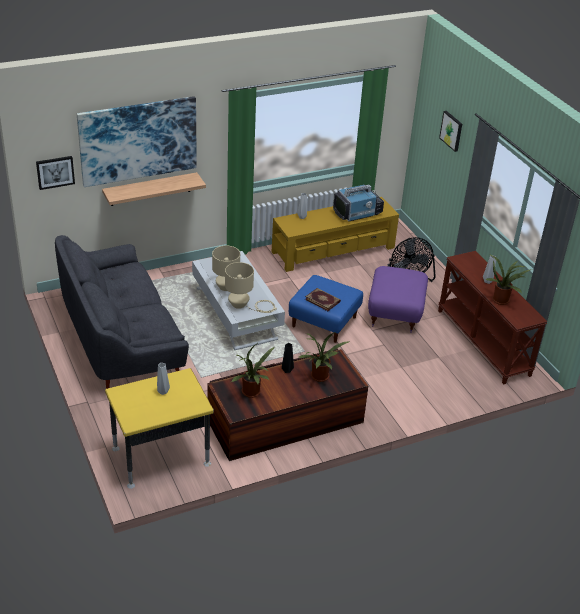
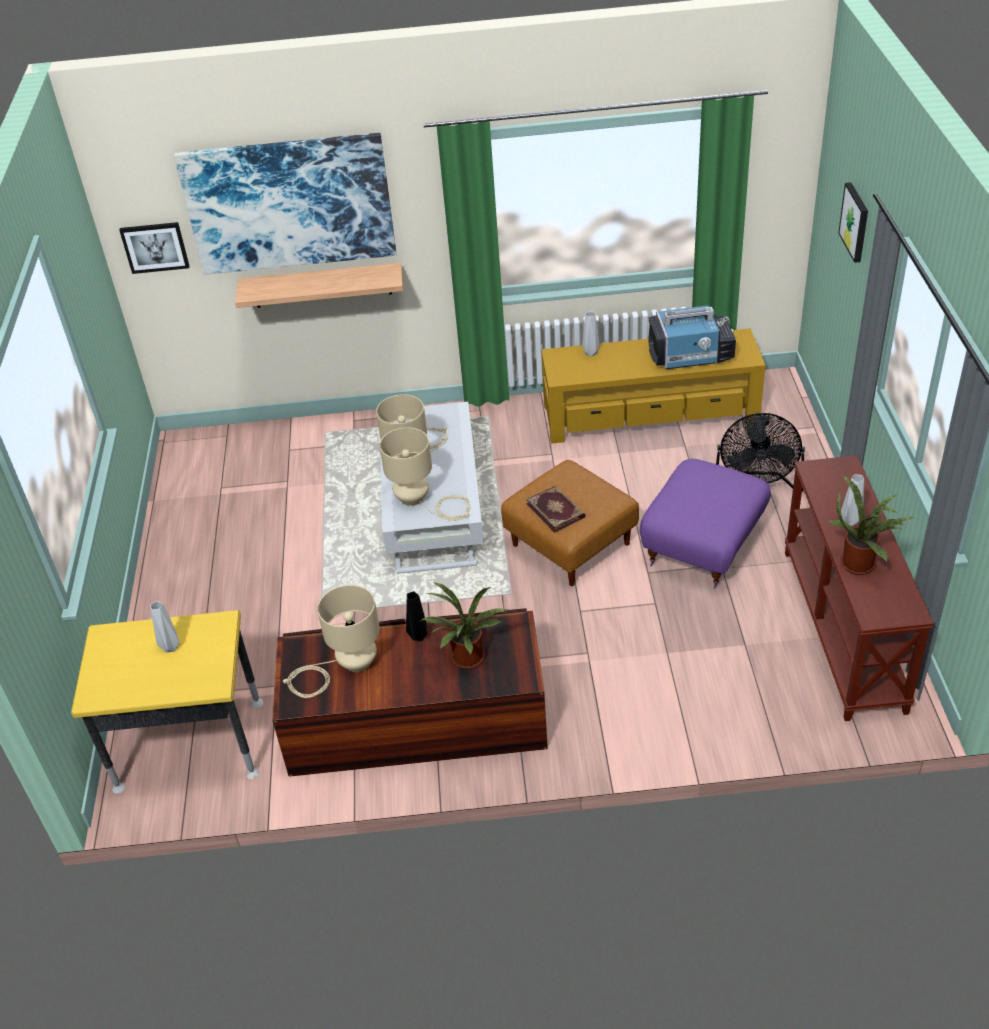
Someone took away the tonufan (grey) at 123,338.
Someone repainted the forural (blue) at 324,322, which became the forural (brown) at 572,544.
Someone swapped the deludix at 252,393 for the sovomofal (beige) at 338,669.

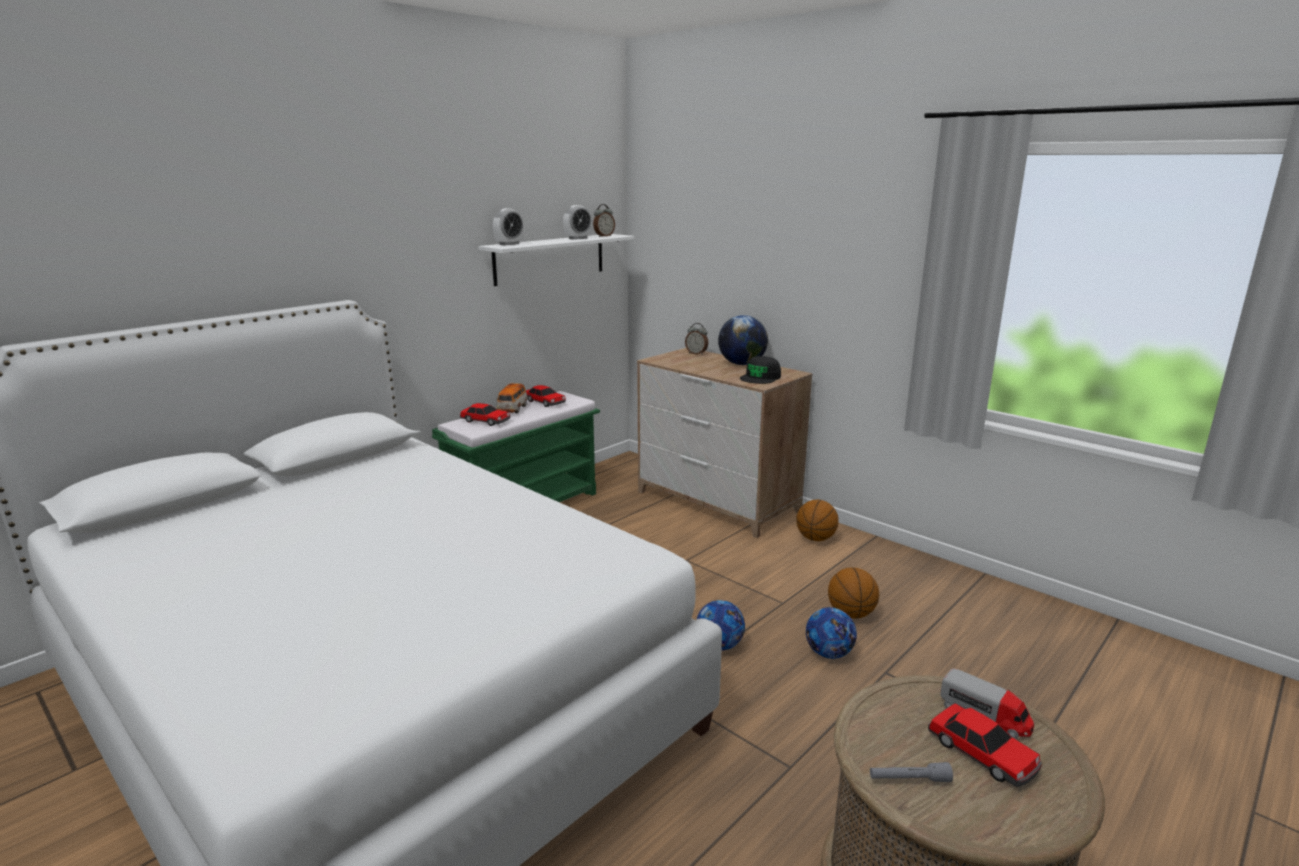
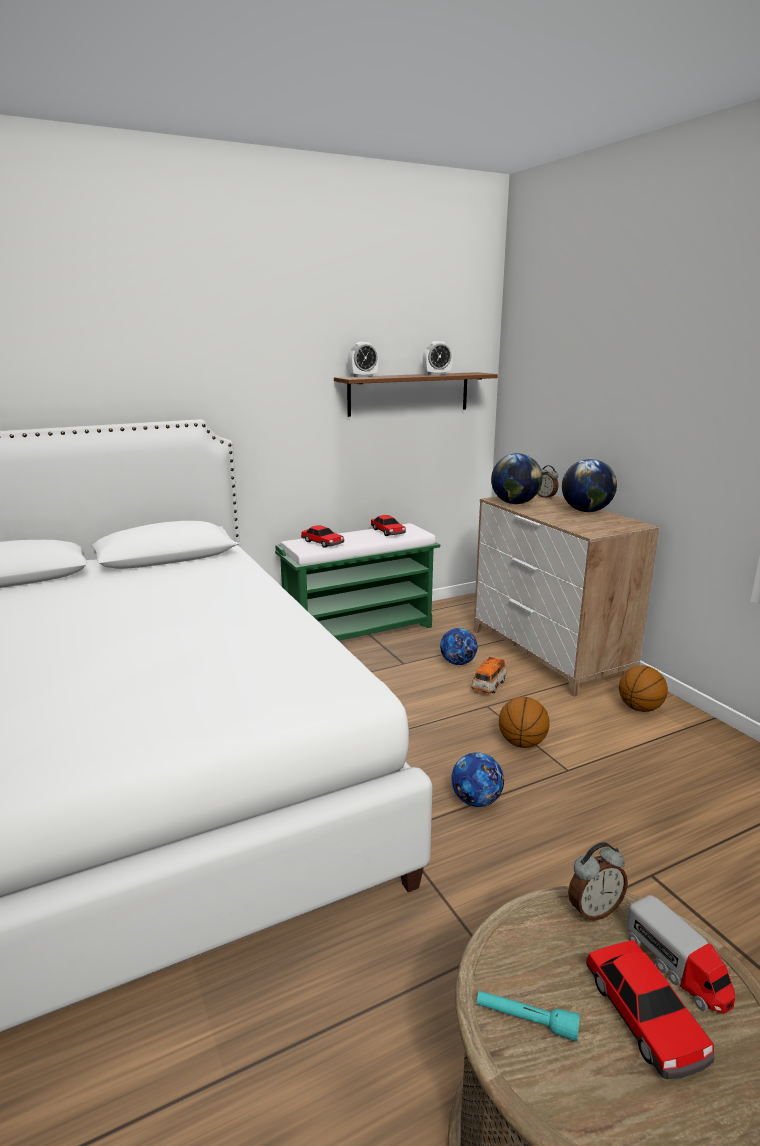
Someone carried the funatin from 604,236 to 593,910.
Someone repainted the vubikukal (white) at 550,258, which became the vubikukal (brown) at 409,393.
Someone took away the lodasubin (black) at 760,377.
Someone carried the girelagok from 512,409 to 488,686.
Someone carried the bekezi from 851,614 to 522,743.
Someone carried the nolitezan from 829,653 to 458,663.
Someone repainted the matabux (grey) at 909,780, which became the matabux (turquoise) at 526,1020.
Someone put down the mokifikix at 514,503.

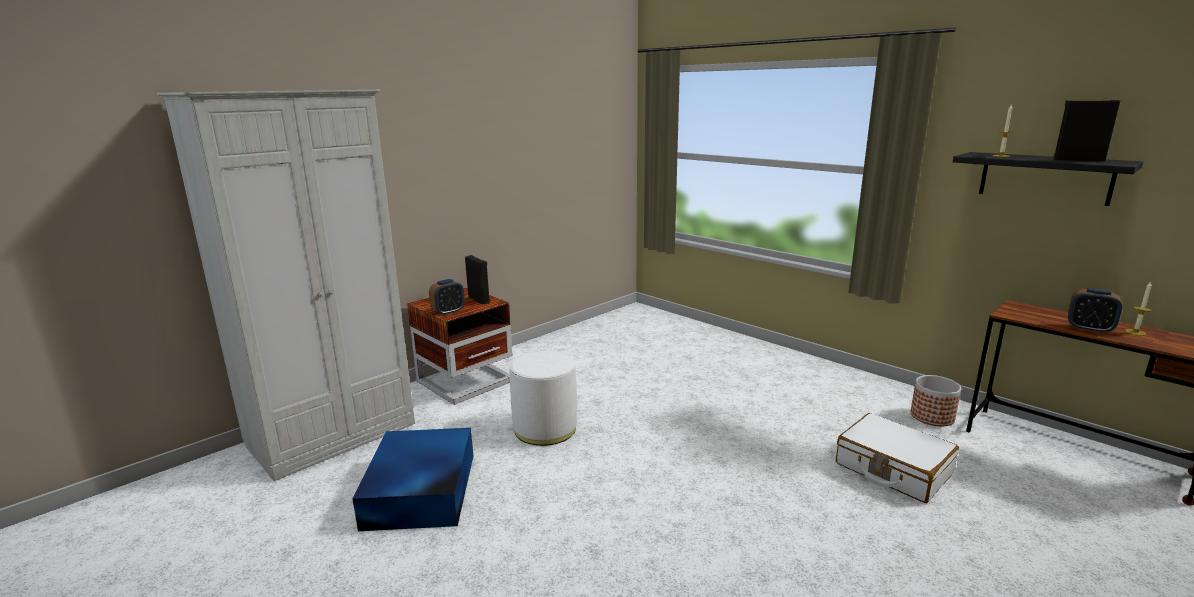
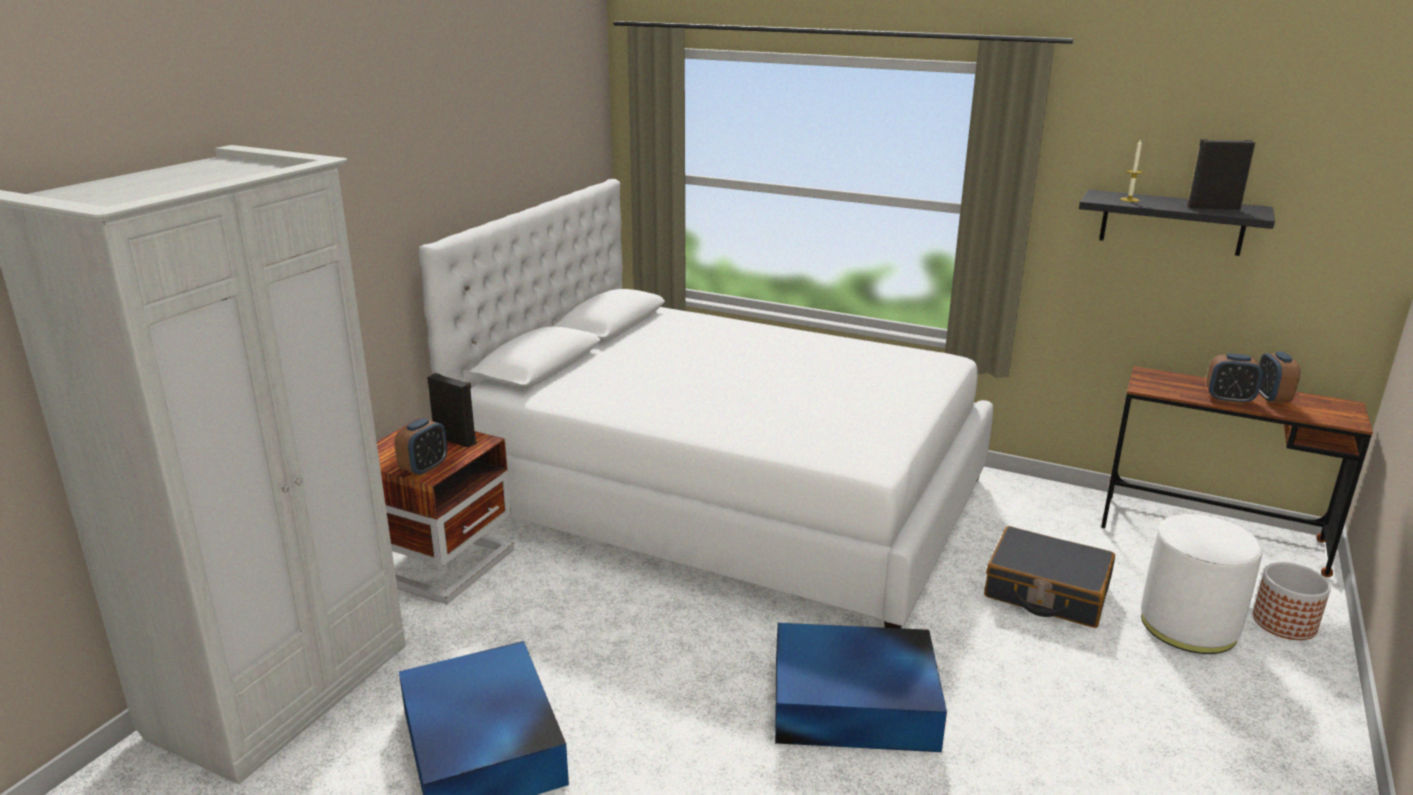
Someone swapped the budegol at 1135,332 for the funatin at 1271,398.
Someone carried the forural (white) from 545,428 to 1188,626.
Someone carried the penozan from 932,416 to 1284,623.
Someone repainted the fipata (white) at 892,469, which became the fipata (black) at 1046,592.
Someone put down the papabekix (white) at 724,496.
Someone put down the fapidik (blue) at 856,704.

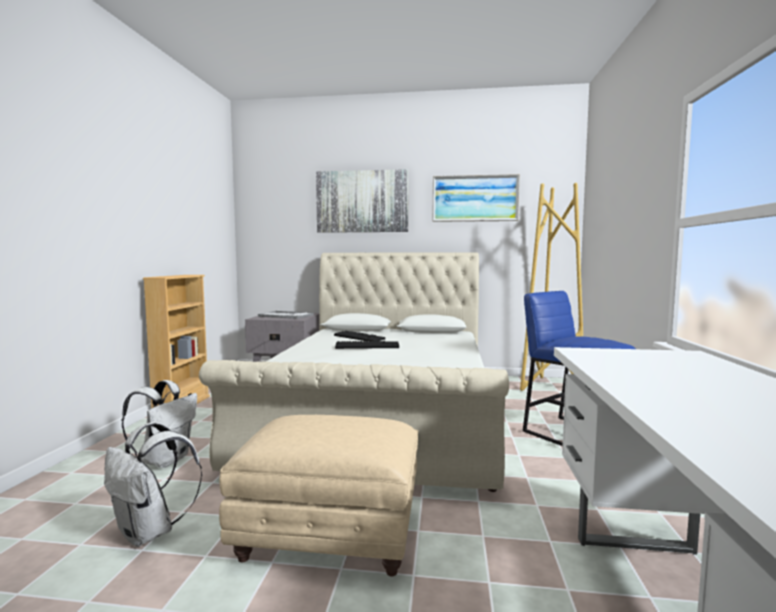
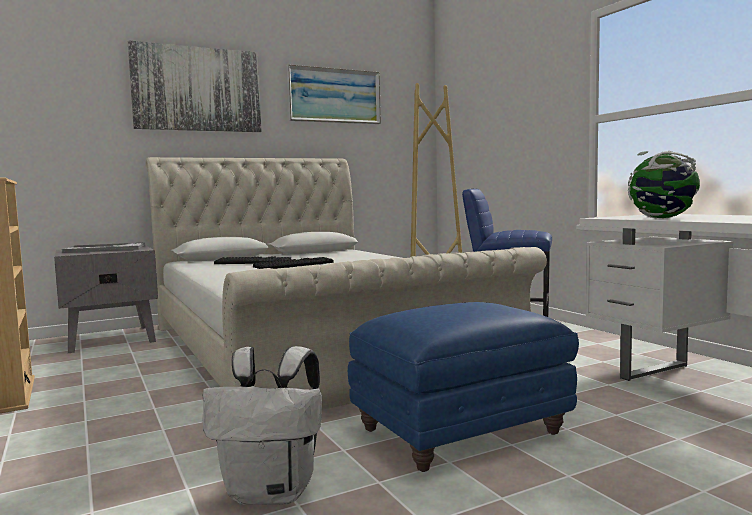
Someone took away the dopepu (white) at 165,460.
Someone repainted the forural (beige) at 331,535, which became the forural (blue) at 461,431.
Someone put down the mokifikix at 663,218.

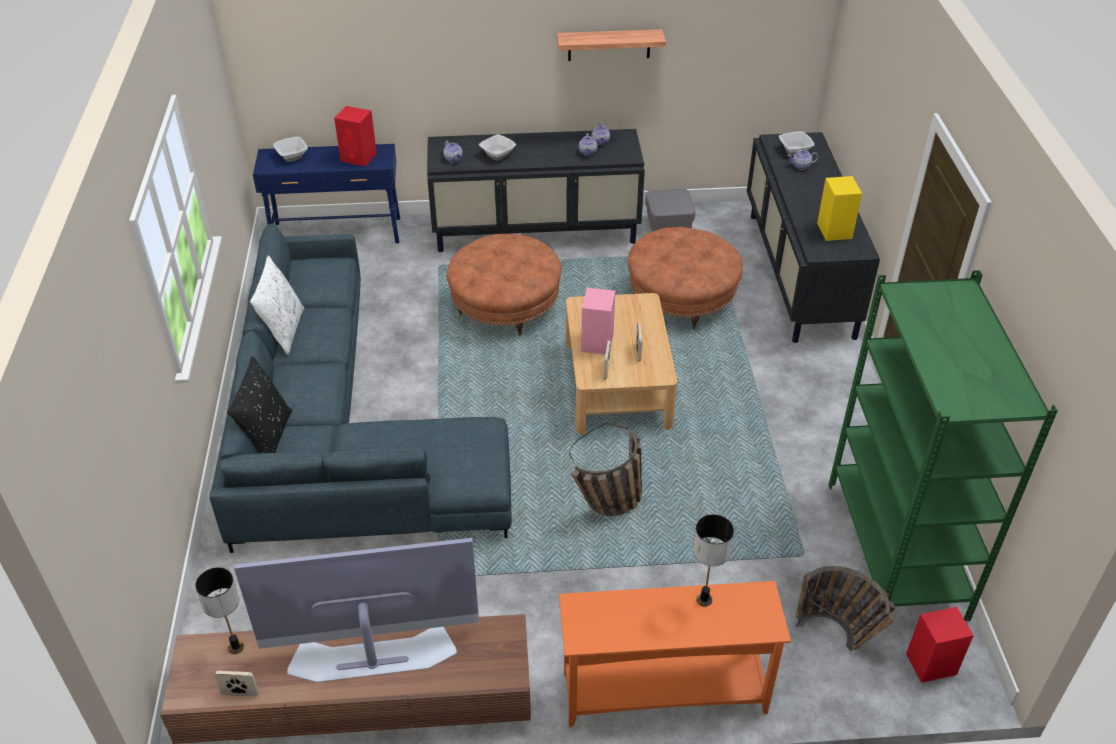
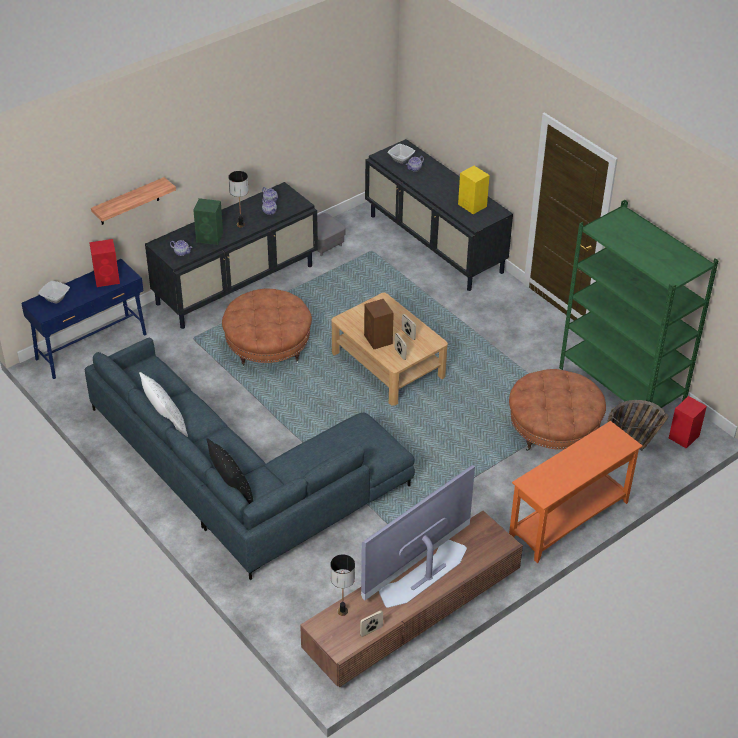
Someone carried the vubikukal from 609,45 to 129,202.
Someone swapped the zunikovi at 498,155 for the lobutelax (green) at 210,237.
Someone carried the forural (brown) from 681,299 to 553,430.
Someone repainted the lobutelax (pink) at 597,343, which became the lobutelax (brown) at 378,340.
Someone took away the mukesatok at 608,507.
Someone carried the sovomofal from 704,600 to 241,225.

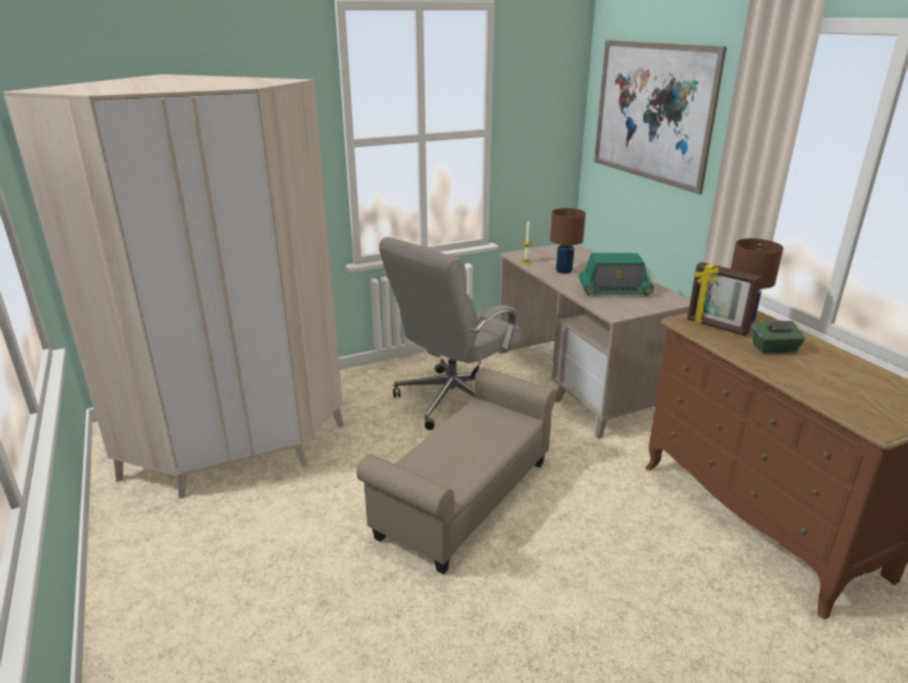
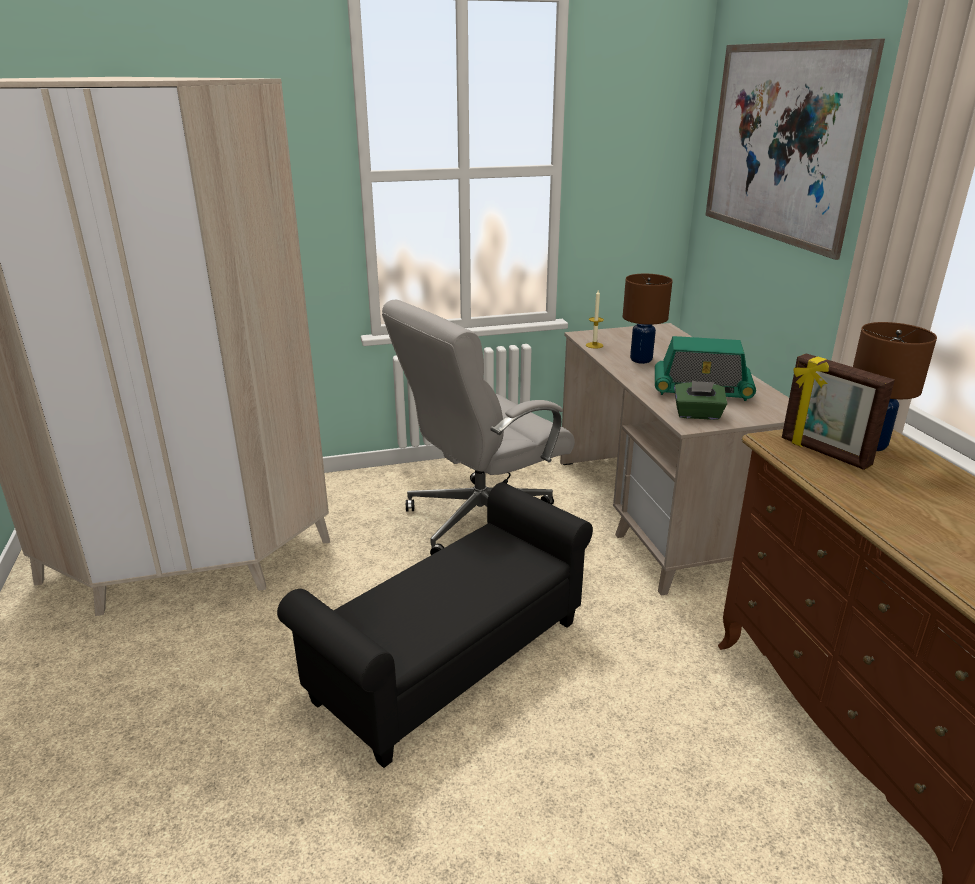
Someone carried the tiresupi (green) from 774,349 to 697,415.
Someone repainted the forural (beige) at 465,499, which became the forural (black) at 450,660.

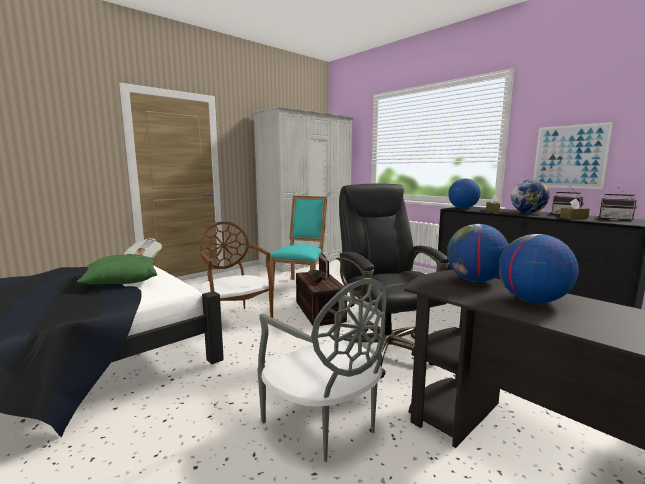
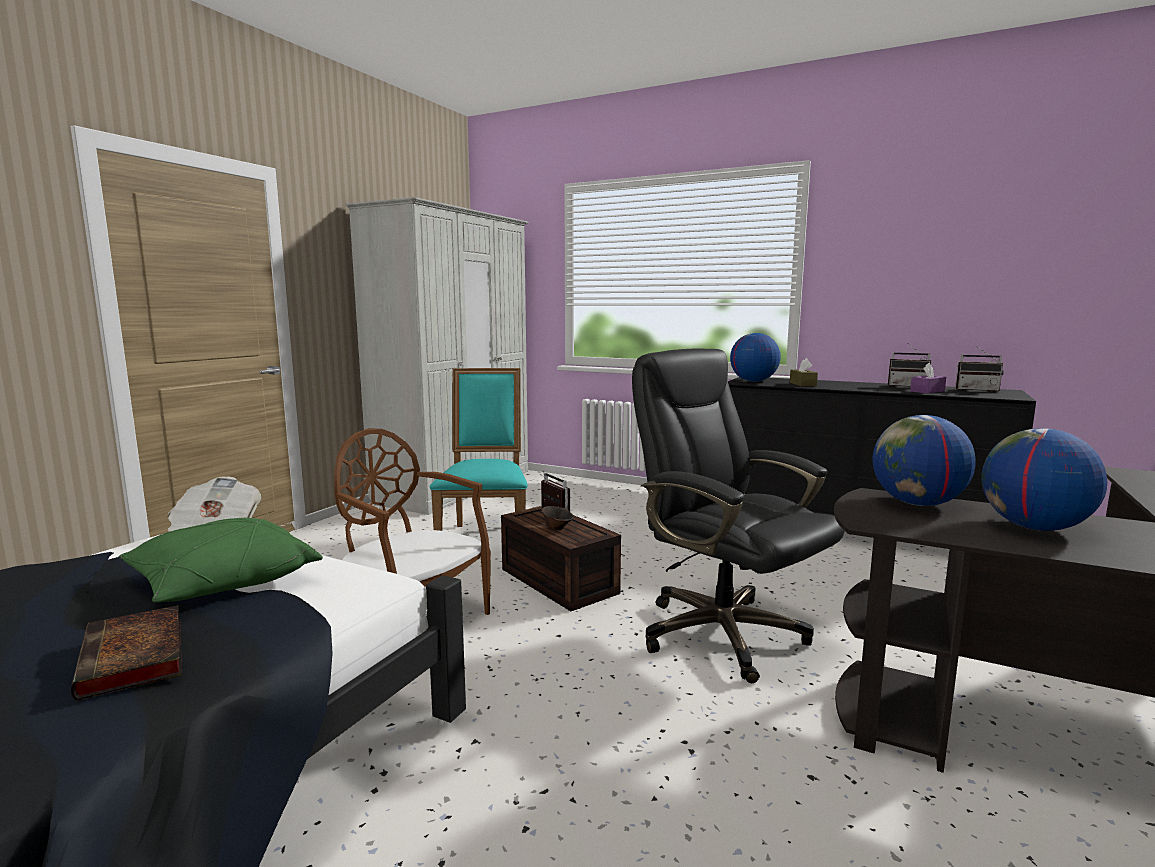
Someone took away the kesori at 569,157.
Someone took away the mokifikix at 527,212.
Someone repainted the tiresupi (brown) at 573,218, which became the tiresupi (purple) at 927,391.
Someone took away the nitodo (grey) at 325,423.
Someone put down the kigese at 135,659.

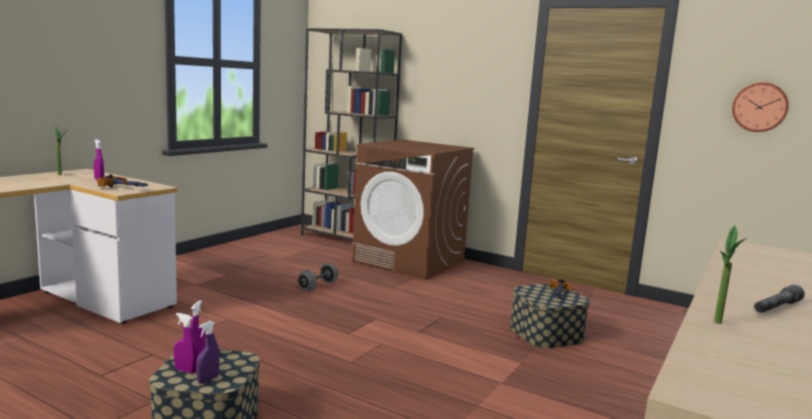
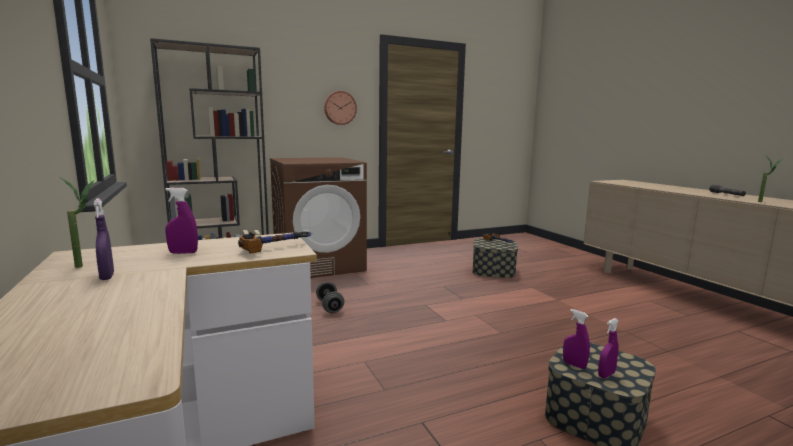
Someone carried the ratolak from 759,107 to 339,108.
Someone carried the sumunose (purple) from 208,380 to 107,276.

